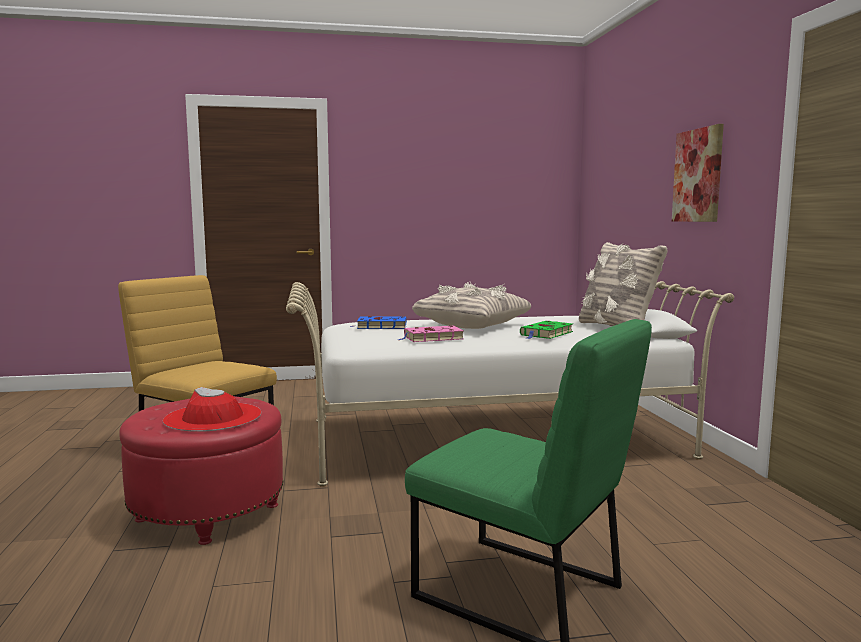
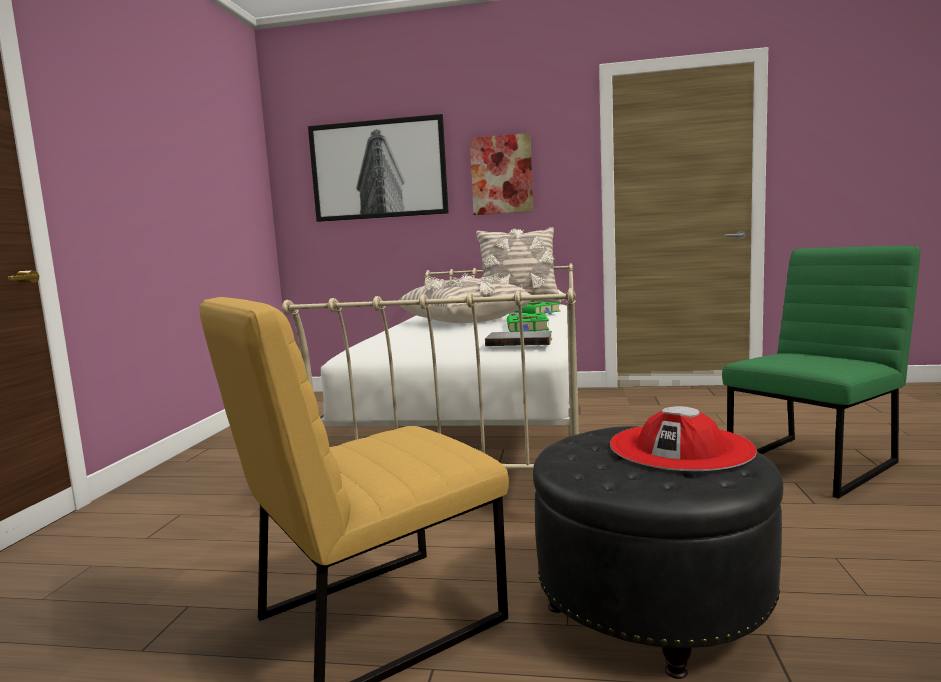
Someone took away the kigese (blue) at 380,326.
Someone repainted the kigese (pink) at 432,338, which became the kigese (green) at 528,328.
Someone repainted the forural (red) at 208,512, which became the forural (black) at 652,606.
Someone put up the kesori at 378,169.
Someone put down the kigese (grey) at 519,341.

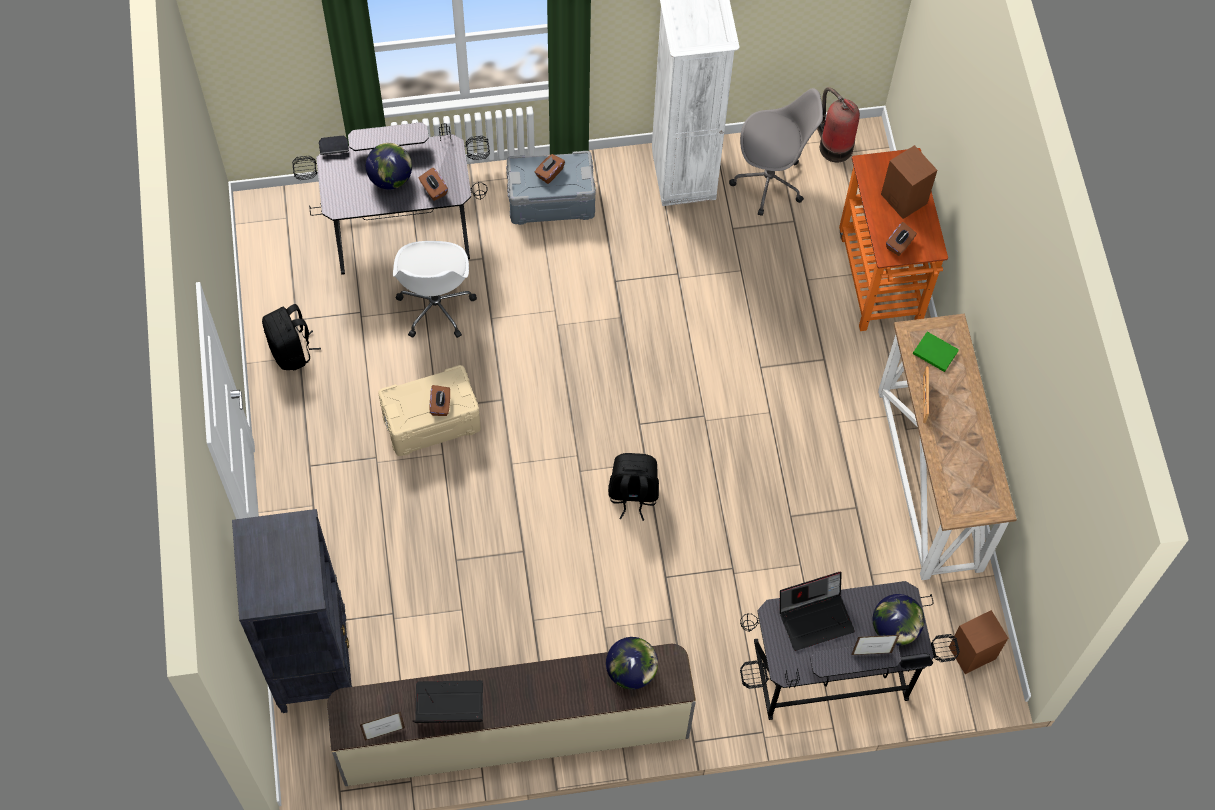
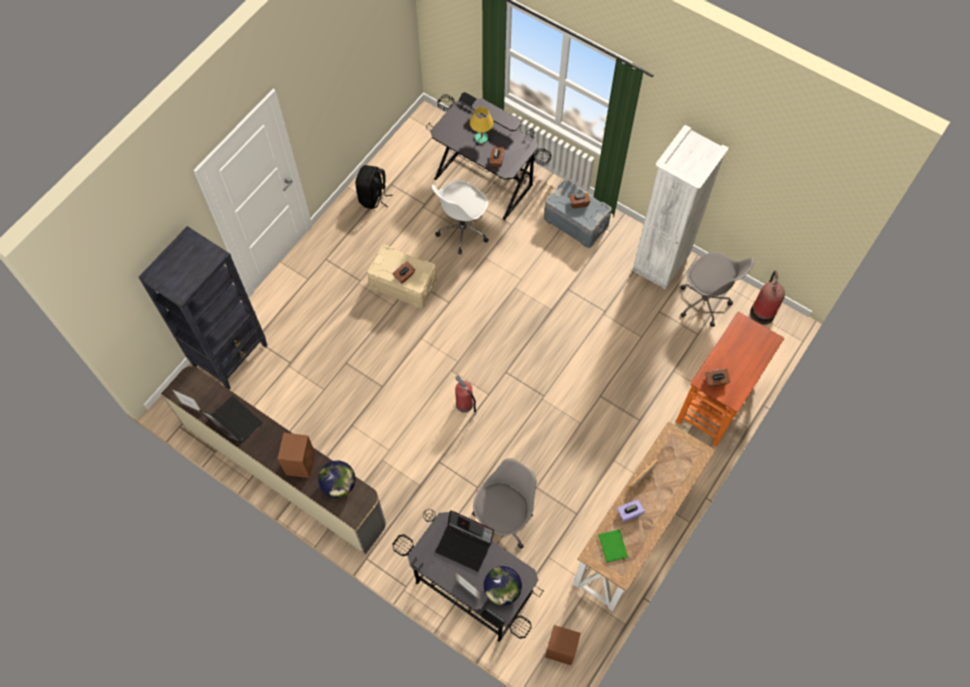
Someone swapped the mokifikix at 390,178 for the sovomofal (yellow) at 481,138.
Someone carried the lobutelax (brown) from 903,198 to 300,463.
Someone carried the kigese (green) from 934,351 to 613,545.
Someone swapped the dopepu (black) at 632,495 for the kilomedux at 465,405.
Someone put down the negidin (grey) at 503,522.
Someone put down the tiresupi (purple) at 629,513.

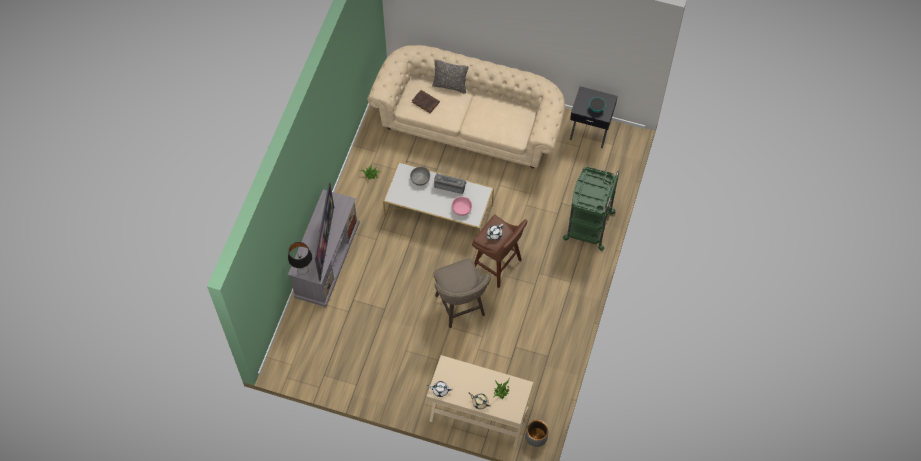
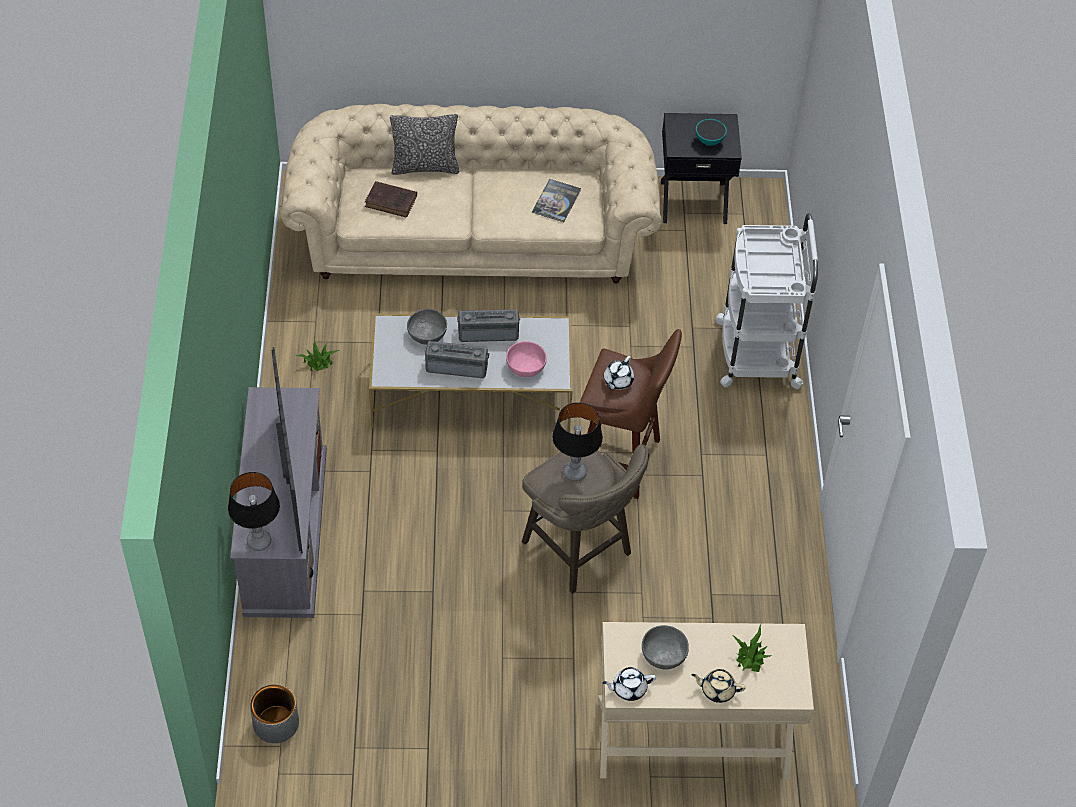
Someone repainted the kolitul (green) at 588,225, which became the kolitul (white) at 757,353.
Someone carried the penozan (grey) from 536,436 to 275,724.
Someone put down the kigese at 556,201.
Someone put down the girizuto at 457,366.
Someone put down the sovomofal at 574,472.
Someone put down the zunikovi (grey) at 664,654.

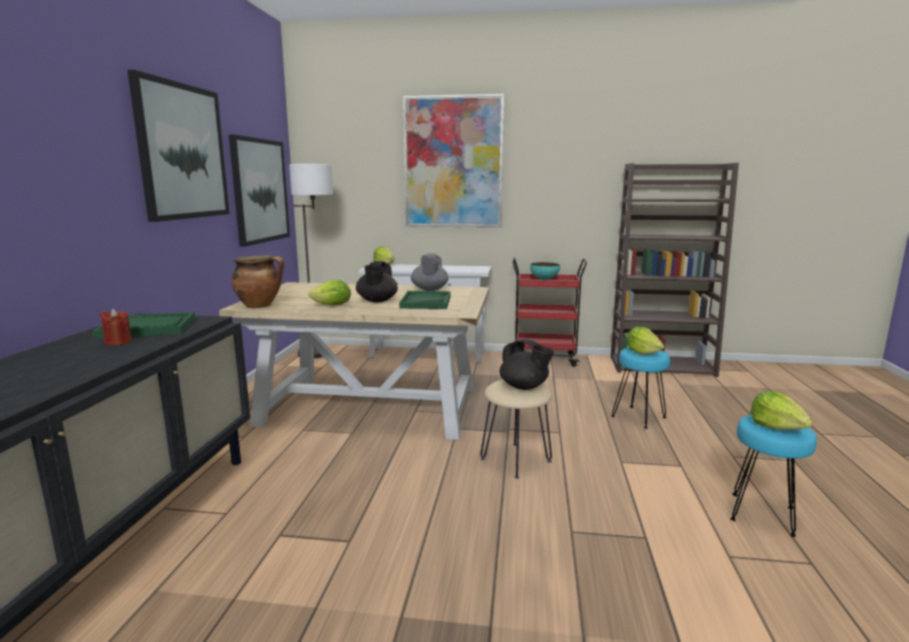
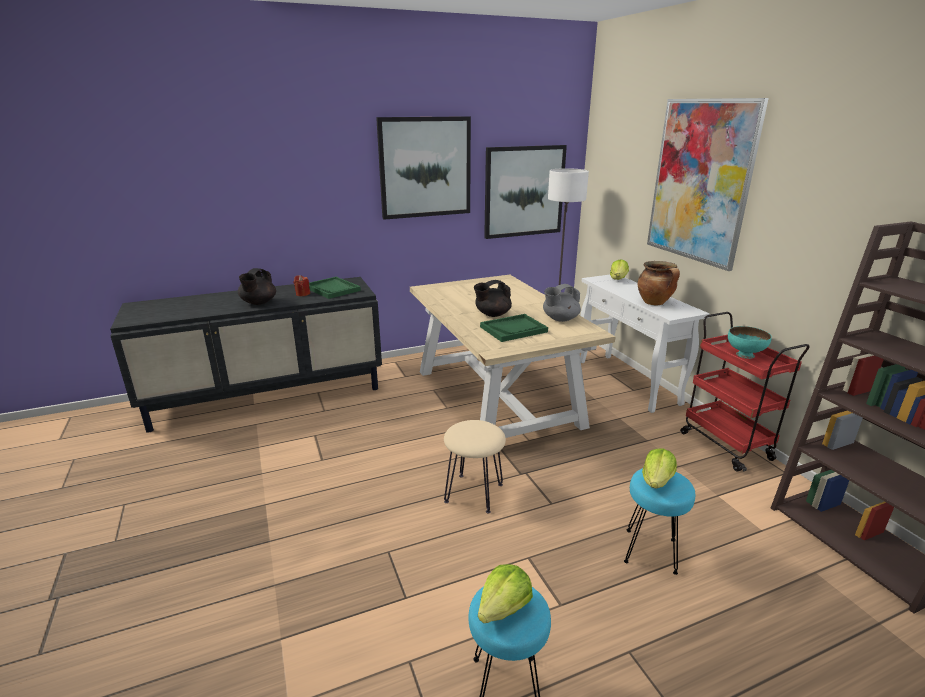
Someone carried the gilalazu from 260,306 to 655,303.
Someone took away the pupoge at 332,306.
Someone carried the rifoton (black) from 524,387 to 258,303.

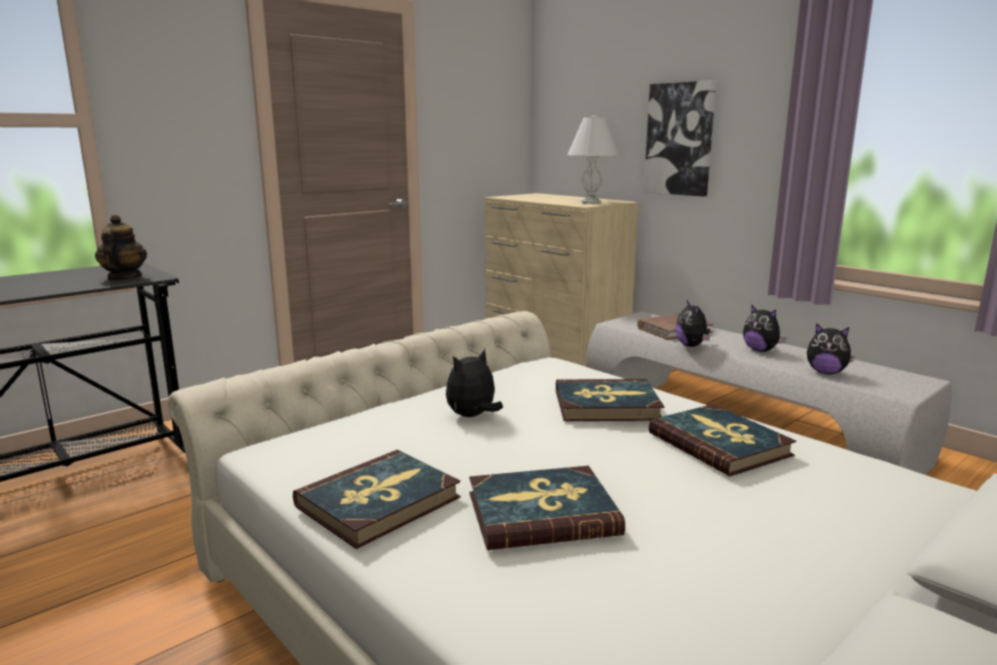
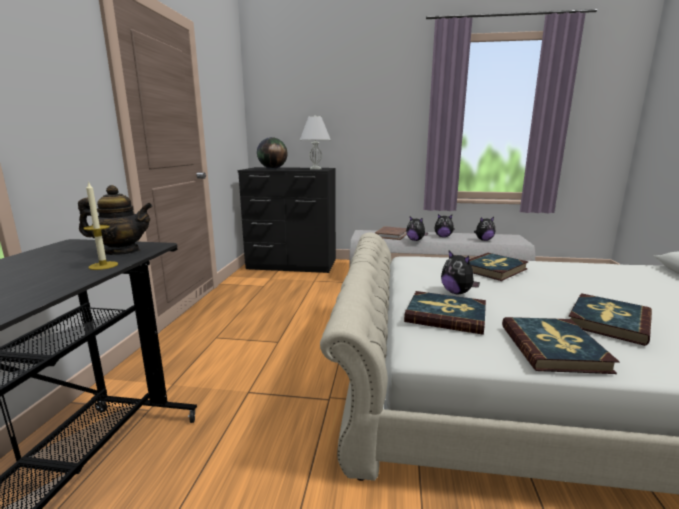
Someone took away the kesori at 680,139.
Someone repainted the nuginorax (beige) at 554,351, which became the nuginorax (black) at 292,265.
Someone rotated the rifoton at 124,278 by 135 degrees clockwise.
Someone rotated the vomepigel at 472,416 by 45 degrees counterclockwise.
Someone carried the kigese from 719,444 to 446,315.
Someone put down the mokifikix at 273,168.
Someone put down the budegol at 103,265.

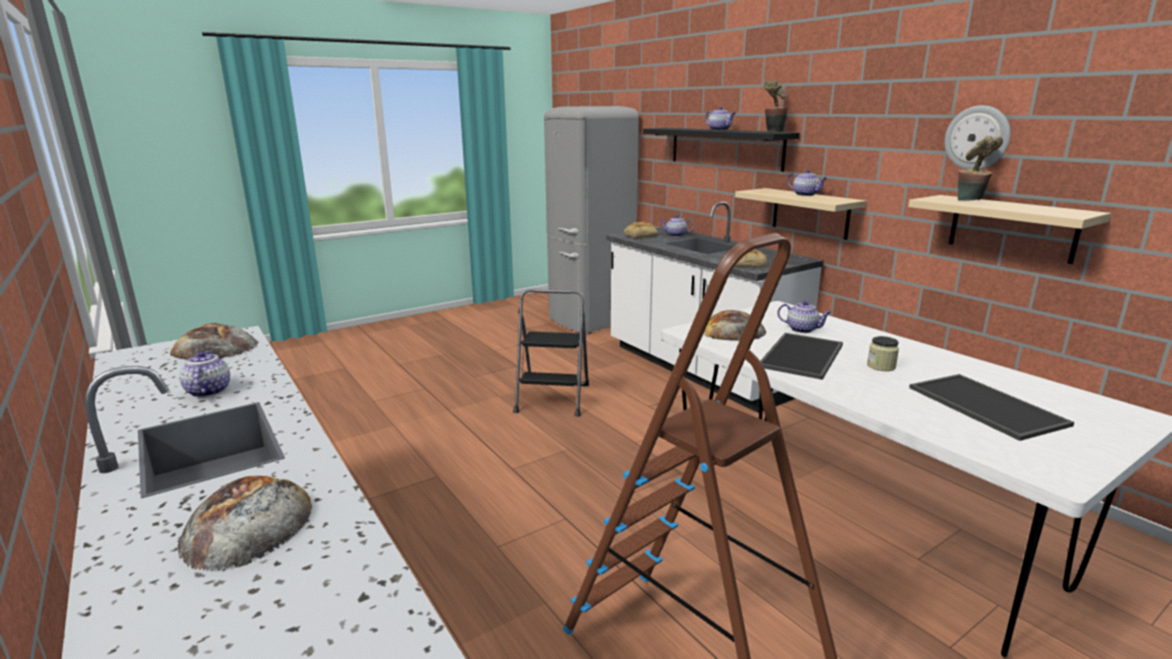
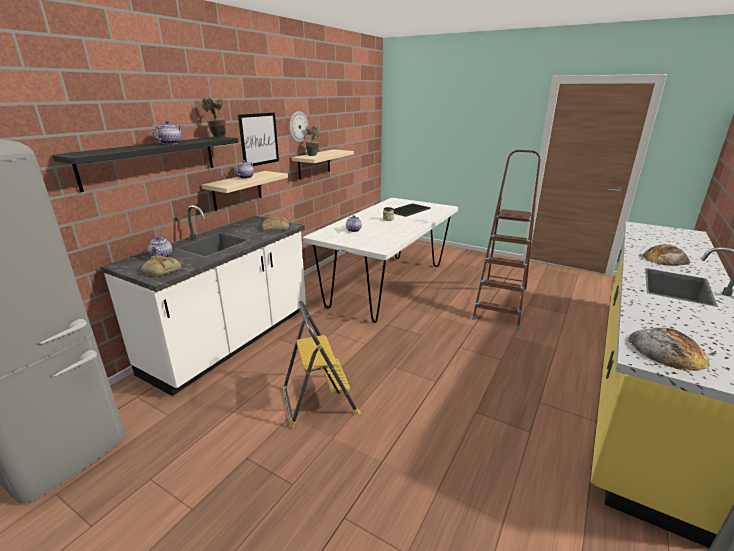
Someone repainted the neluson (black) at 554,396, which became the neluson (yellow) at 316,400.
Someone took away the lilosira at 733,331.
Someone took away the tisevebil at 803,356.
Someone took away the rifoton at 208,391.
Someone put up the kesori at 259,139.

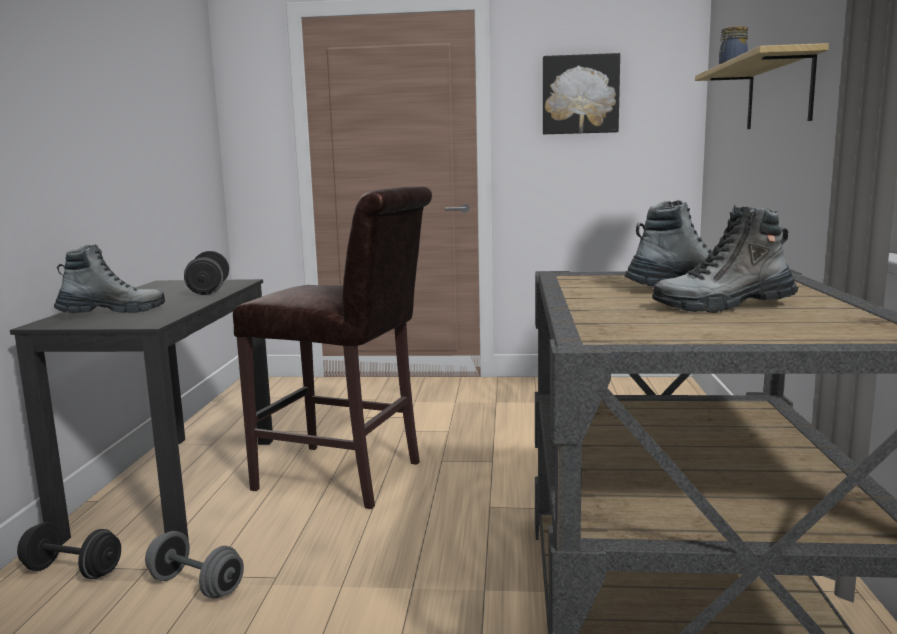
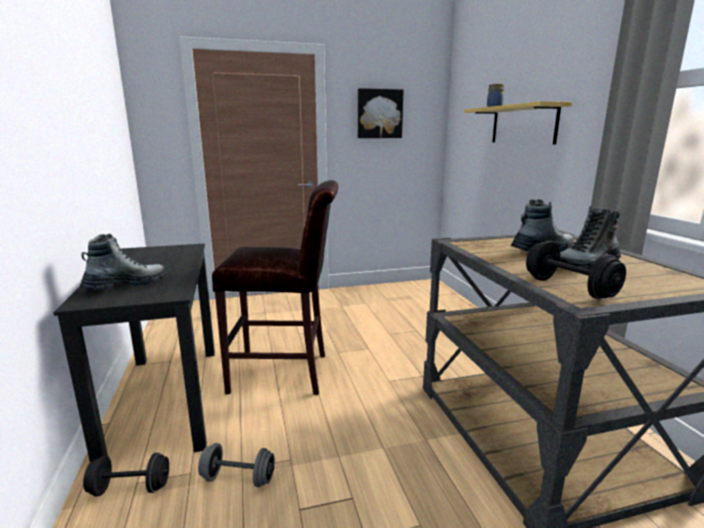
Someone carried the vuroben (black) from 209,290 to 569,288.

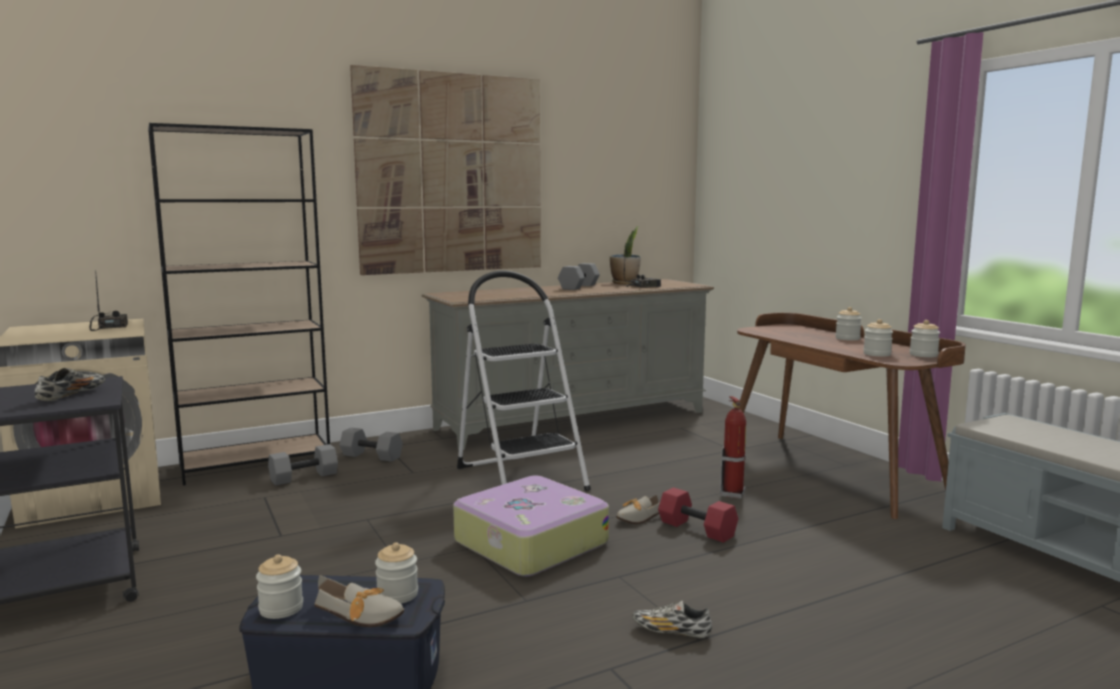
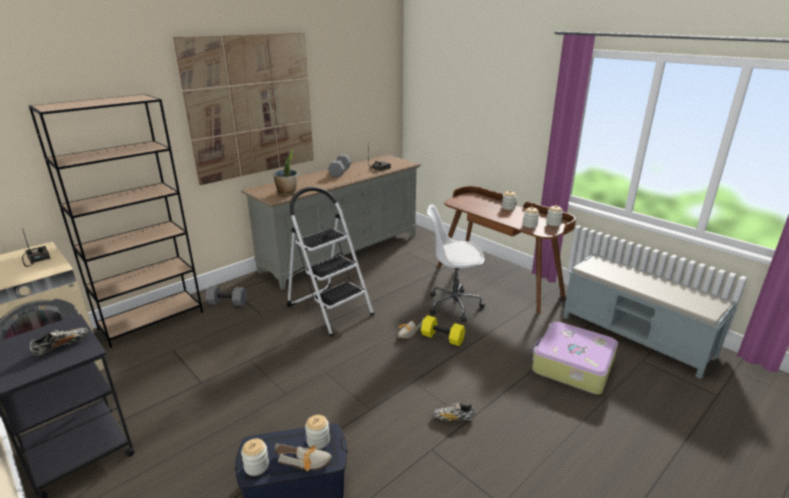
Someone carried the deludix from 625,283 to 287,193.
Someone rotated the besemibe at 72,395 by 45 degrees clockwise.
Someone swapped the kilomedux at 732,493 for the negidin (white) at 452,305.
Someone took away the vuroben (grey) at 303,477.
Someone carried the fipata from 529,542 to 571,366.
Someone repainted the vuroben (red) at 695,529, which became the vuroben (yellow) at 441,338.

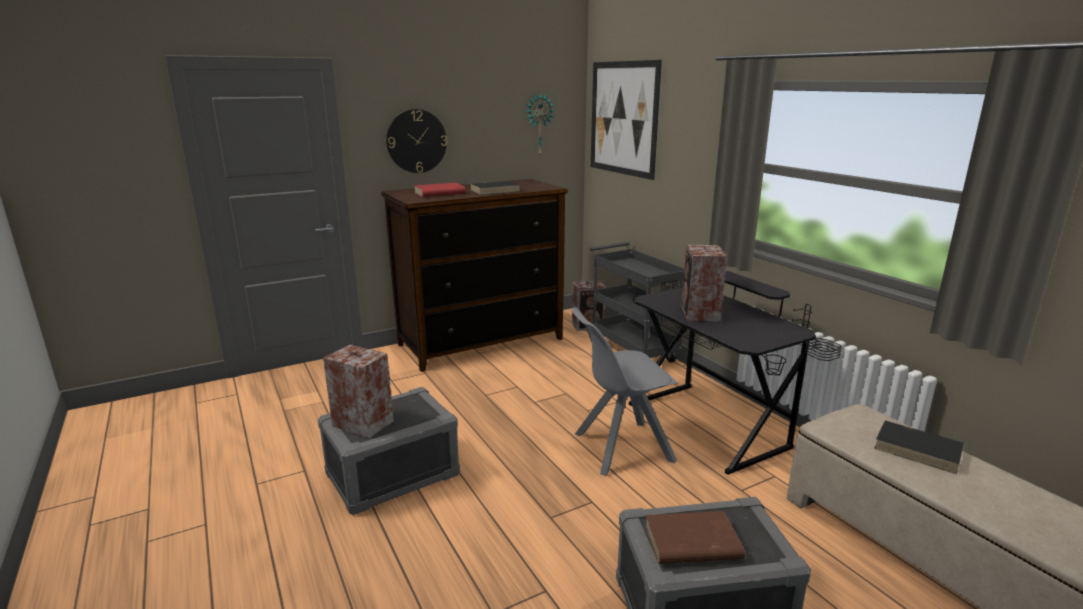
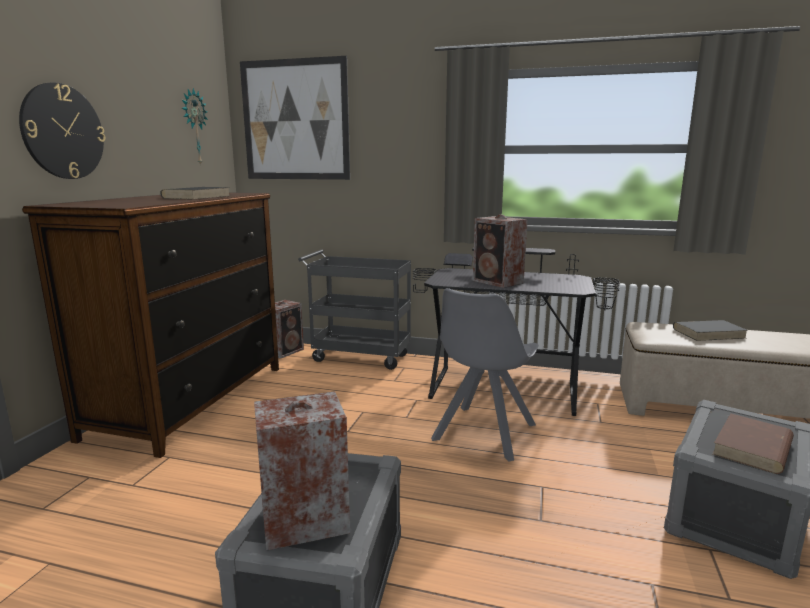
Someone took away the kigese (red) at 439,193.

